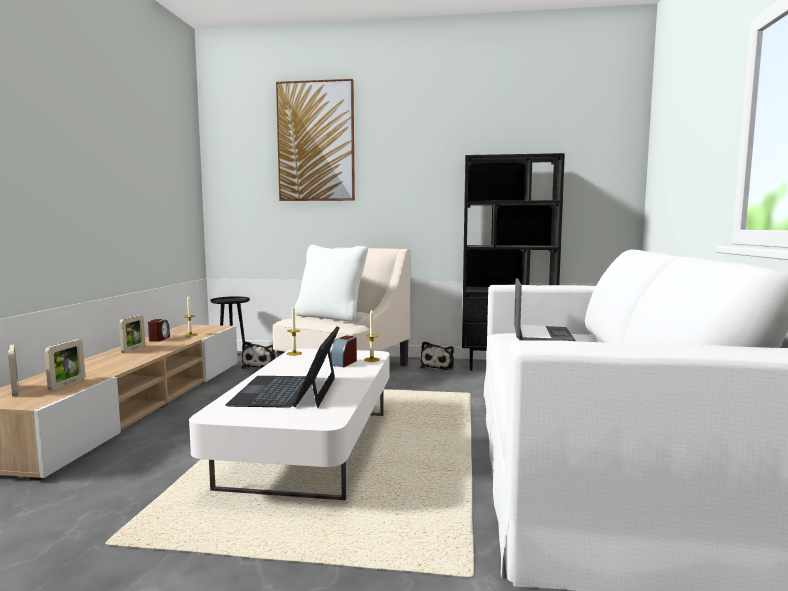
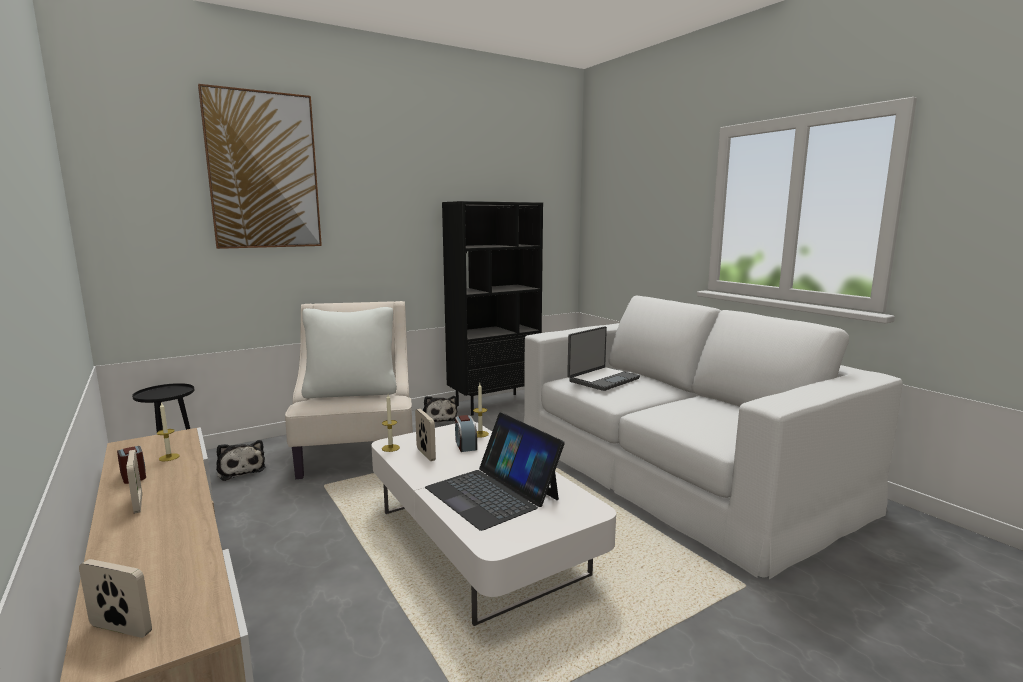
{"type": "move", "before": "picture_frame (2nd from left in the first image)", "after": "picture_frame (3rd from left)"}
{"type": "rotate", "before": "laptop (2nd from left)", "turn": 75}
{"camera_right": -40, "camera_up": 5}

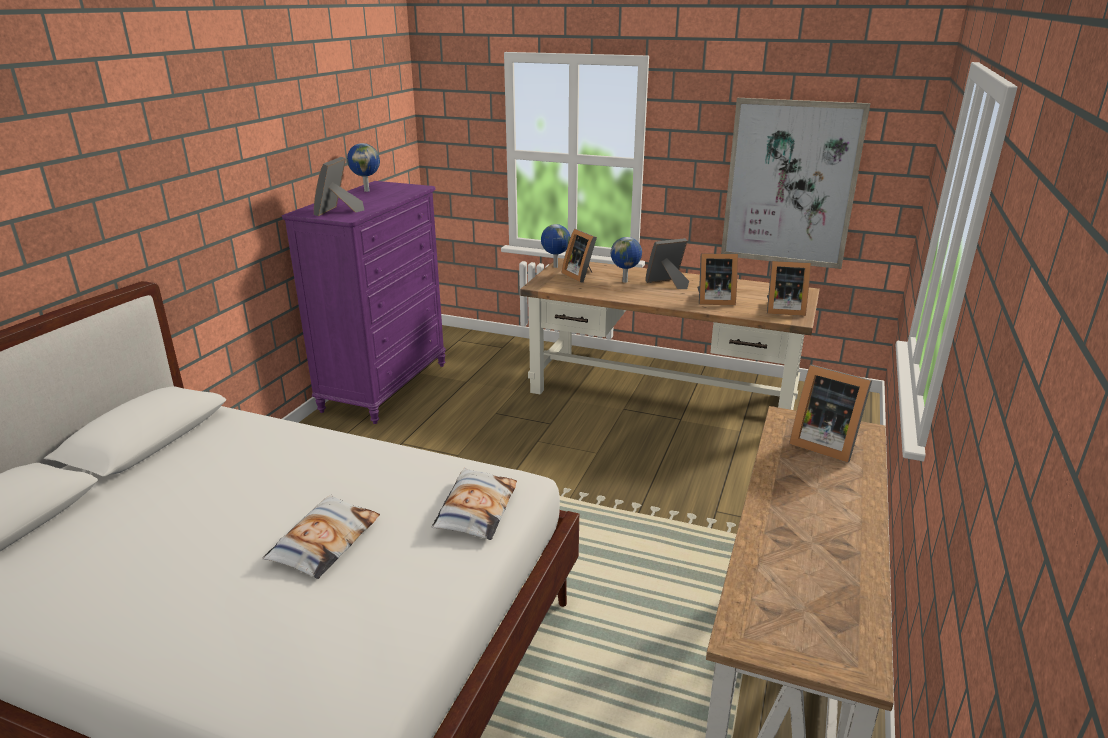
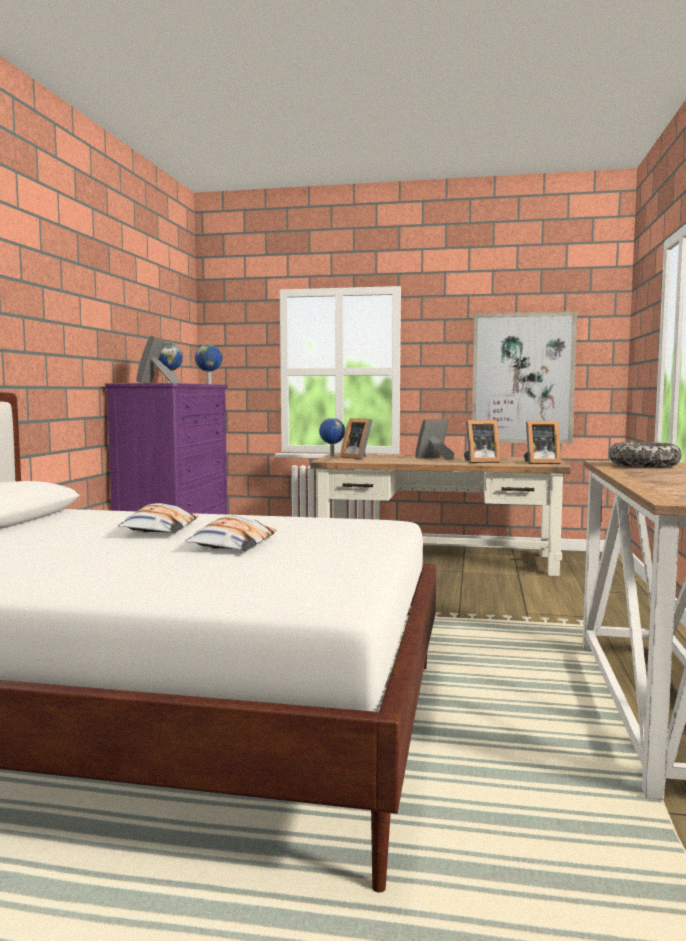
{"type": "move", "before": "pillow (2nd from left in the first image)", "after": "pillow (1st from left)"}
{"type": "move", "before": "globe (3rd from left in the first image)", "after": "globe (2nd from left)"}
{"type": "replace", "before": "picture_frame (6th from left)", "after": "bowl"}
{"camera_right": -10, "camera_up": -20}

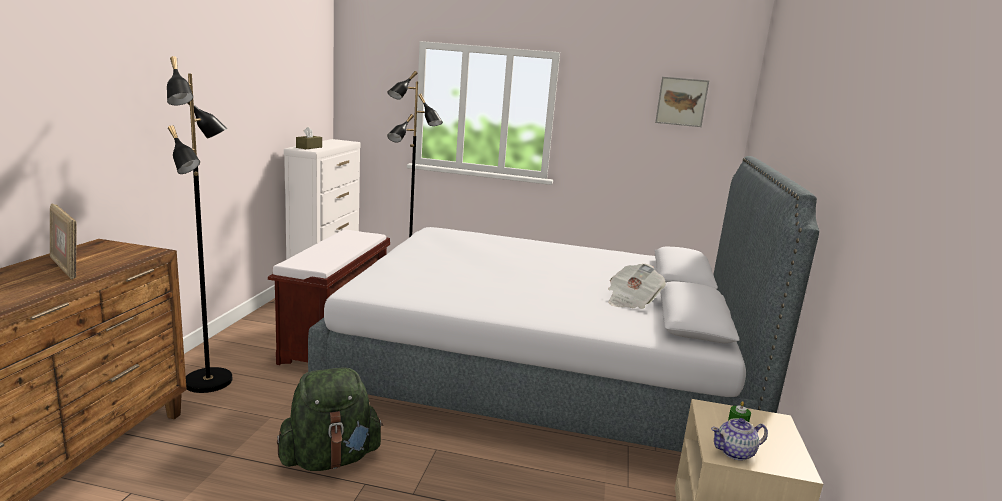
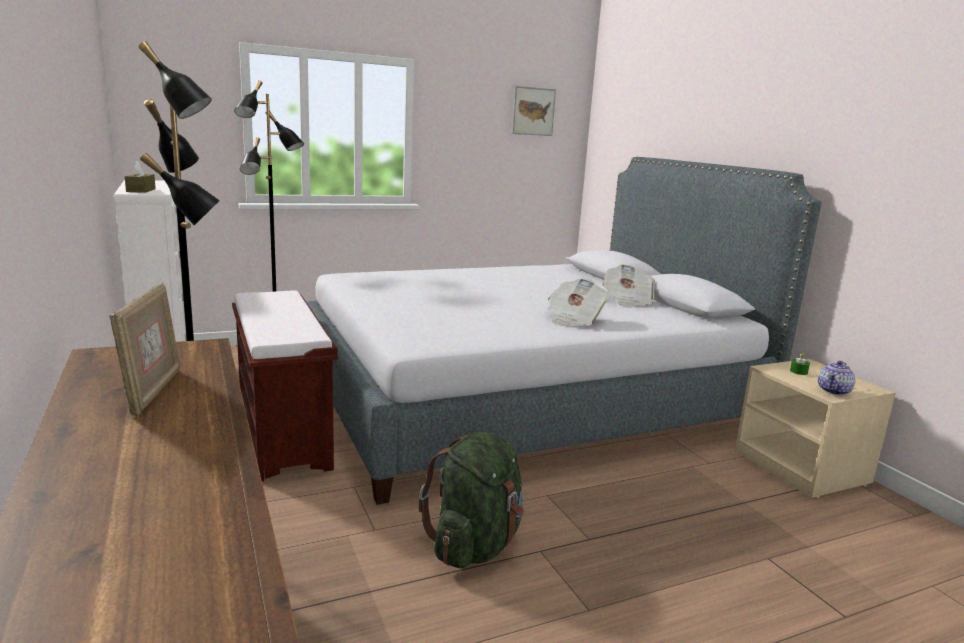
{"type": "insert", "after": "newspaper (1st from left)"}
{"type": "rotate", "before": "picture_frame", "turn": -105}
{"camera_right": -35, "camera_up": 0}

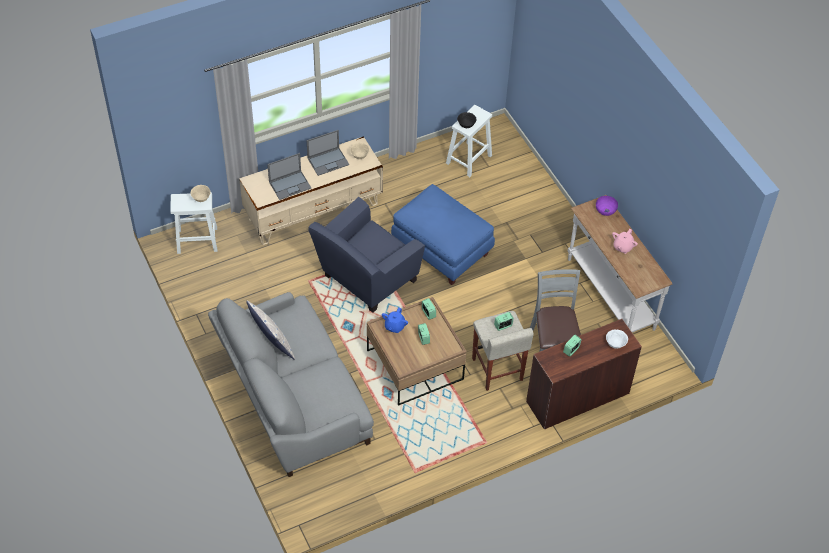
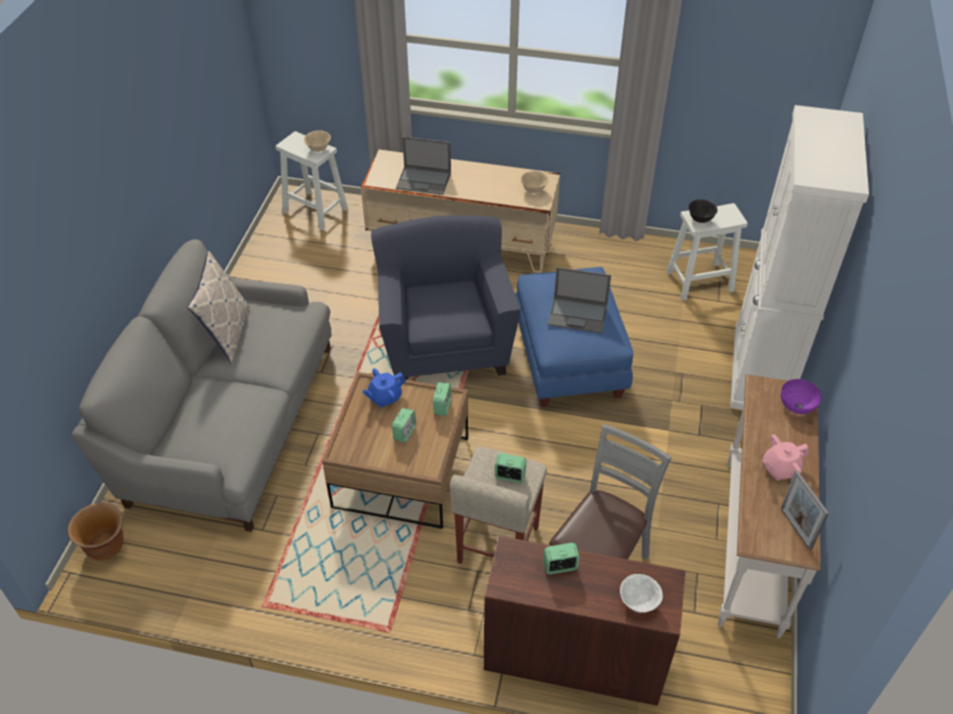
{"type": "insert", "after": "brown_planter"}
{"type": "insert", "after": "white_cabinet"}
{"type": "insert", "after": "picture_frame"}
{"type": "move", "before": "laptop (2nd from left)"}
{"type": "rotate", "before": "blue_armchair", "turn": 90}
{"camera_right": 40, "camera_up": -5}

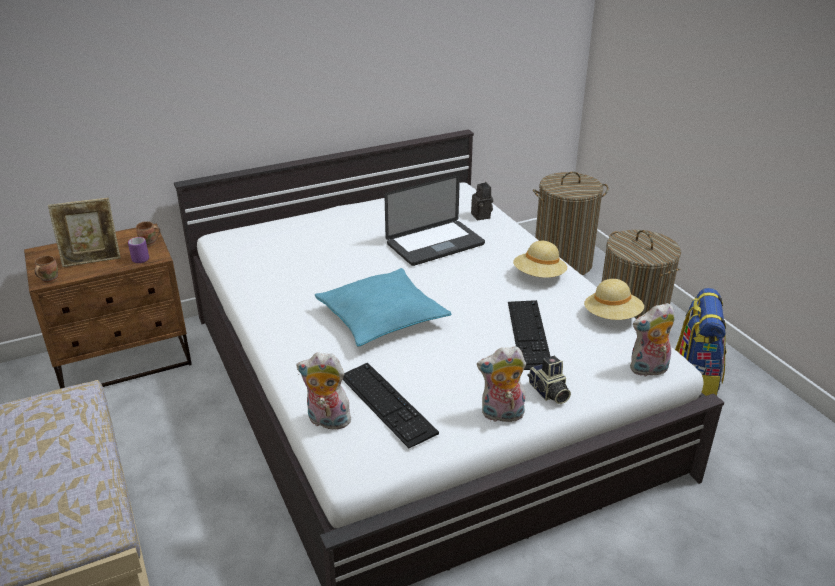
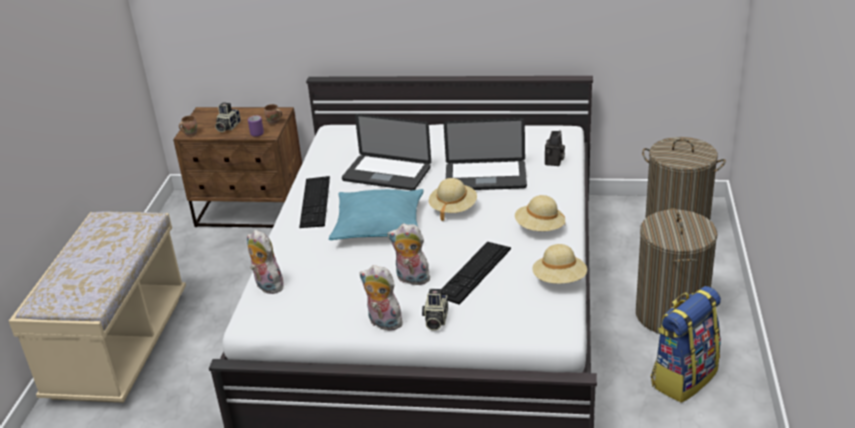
{"type": "insert", "after": "laptop (1st from left)"}
{"type": "insert", "after": "beige_hat (1st from left)"}
{"type": "move", "before": "keyboard (1st from left)"}
{"type": "move", "before": "plush_toy (3rd from left)"}
{"type": "replace", "before": "picture_frame", "after": "photo_camera (1st from left)"}
{"camera_right": 35, "camera_up": 0}

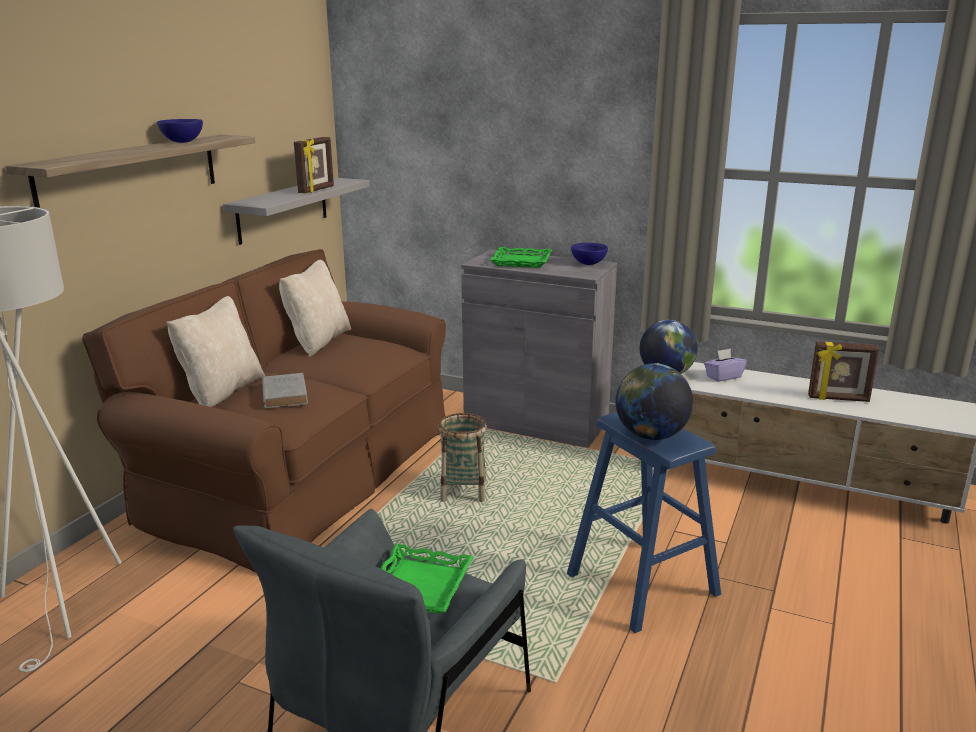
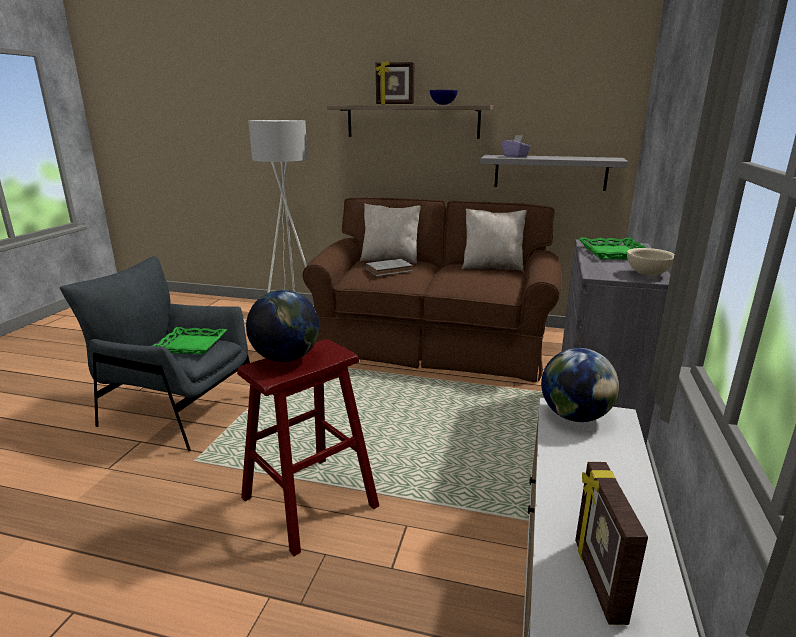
{"type": "delete", "before": "basket"}
{"type": "move", "before": "picture_frame (1st from left)"}
{"type": "move", "before": "purple_tissue_box"}
{"type": "recolor", "before": "blue_stool", "after": "red_stool"}
{"type": "recolor", "before": "blue_bowl (2nd from left)", "after": "beige_bowl"}
{"camera_right": 80, "camera_up": 0}

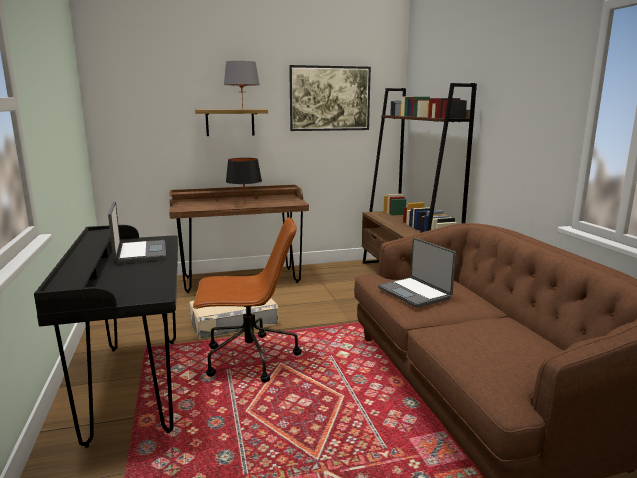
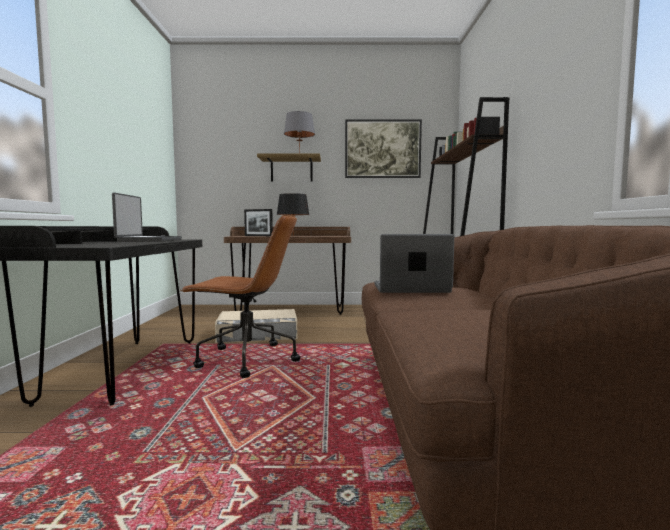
{"type": "insert", "after": "picture_frame"}
{"type": "rotate", "before": "laptop (2nd from left)", "turn": 105}
{"camera_right": 15, "camera_up": -10}

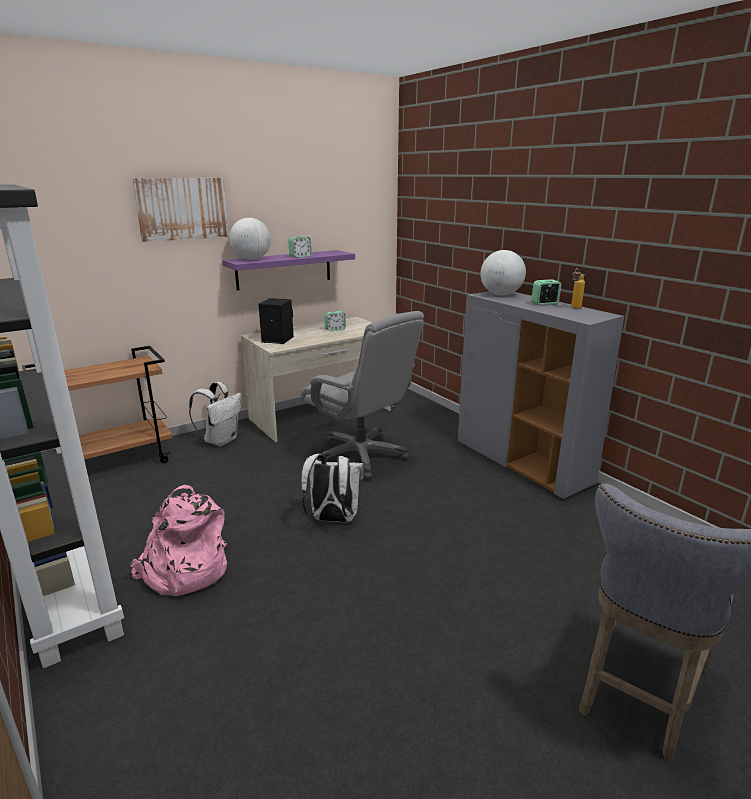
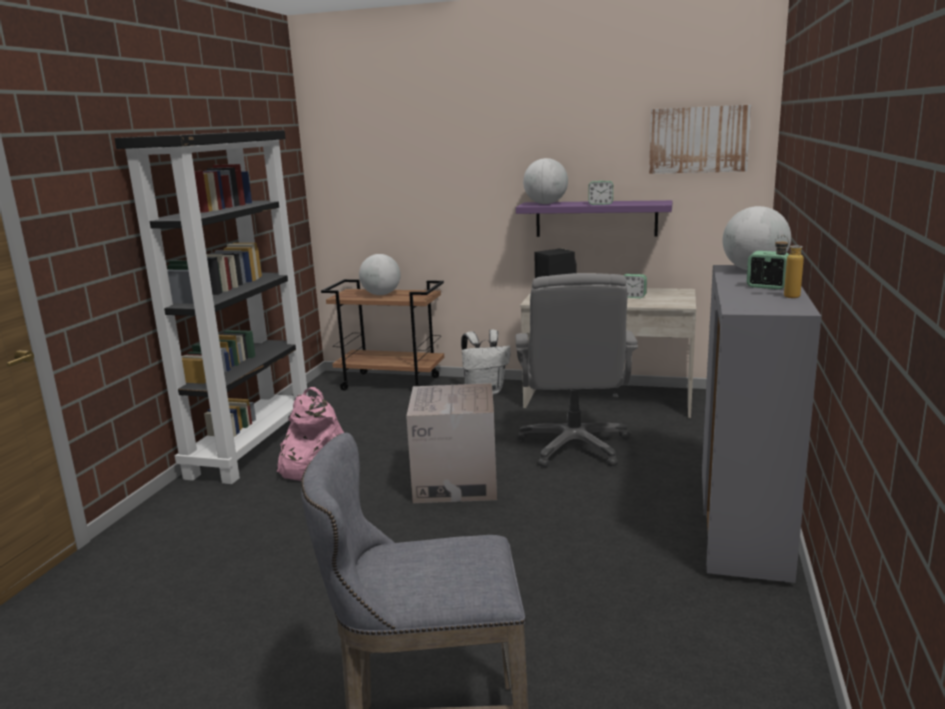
{"type": "insert", "after": "globe (1st from left)"}
{"type": "move", "before": "picture"}
{"type": "replace", "before": "white_backpack (2nd from left)", "after": "cardboard_box"}
{"camera_right": 50, "camera_up": -5}

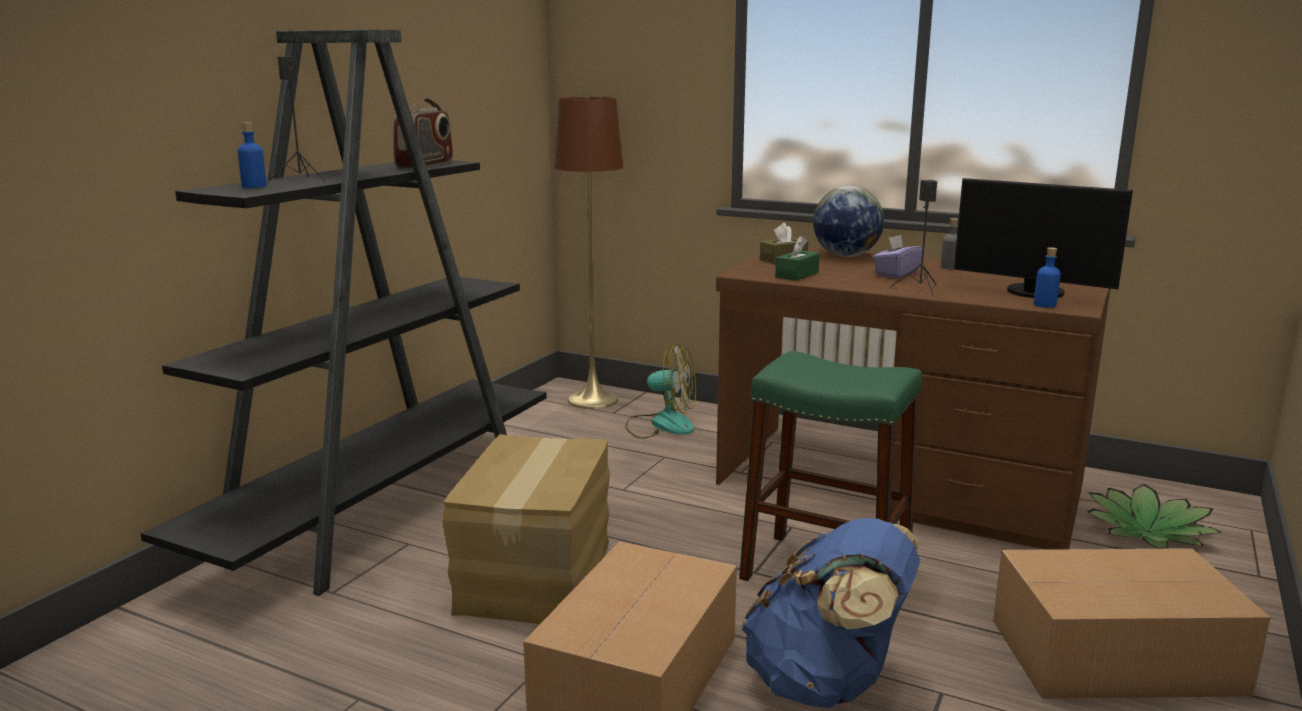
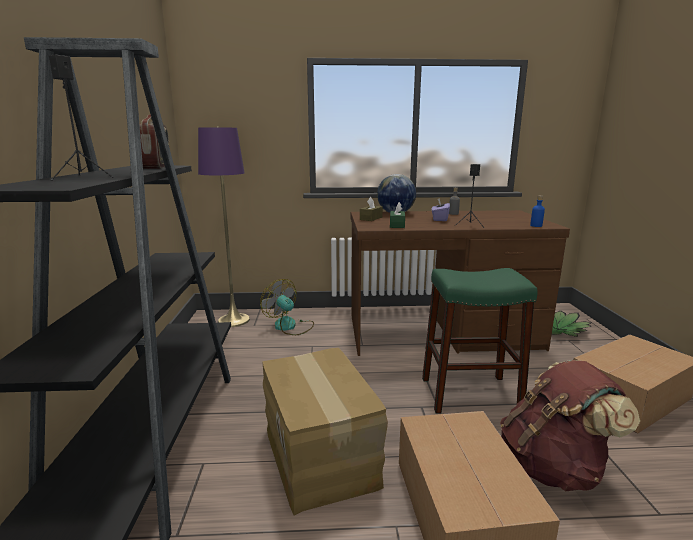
{"type": "delete", "before": "blue_bottle (1st from left)"}
{"type": "delete", "before": "monitor"}
{"type": "recolor", "before": "brown_floor_lamp", "after": "purple_floor_lamp"}
{"type": "recolor", "before": "blue_backpack", "after": "brown_backpack"}
{"type": "rotate", "before": "fan", "turn": -120}
{"camera_right": -30, "camera_up": 0}

